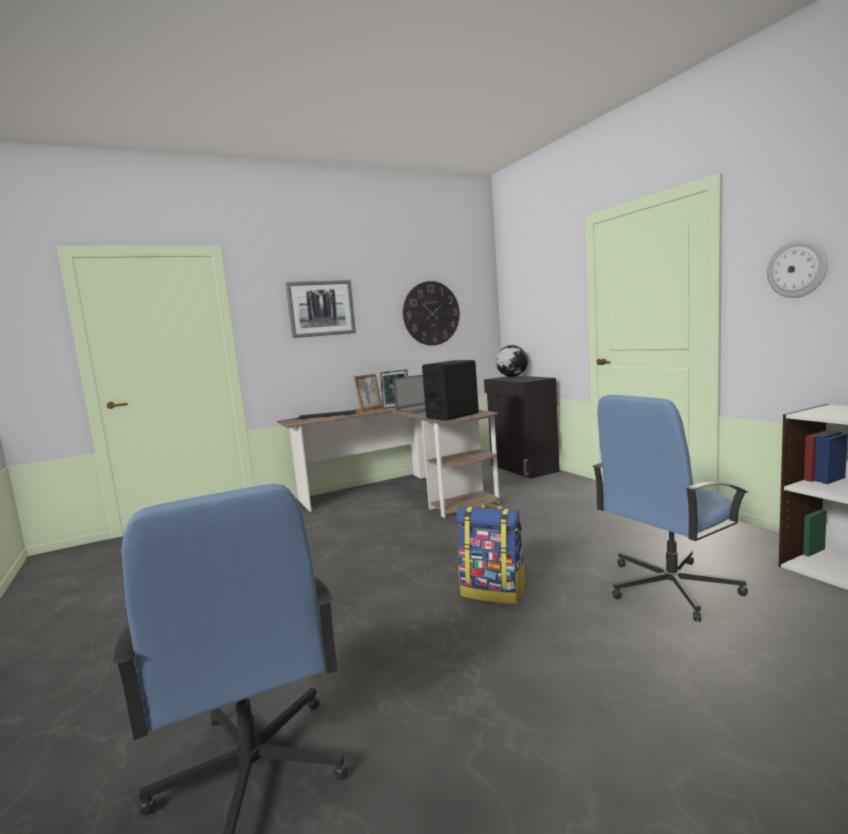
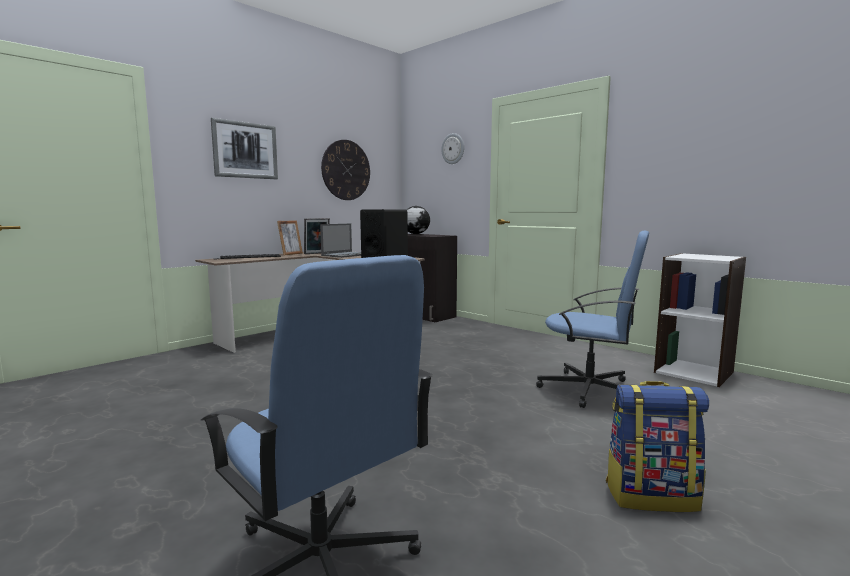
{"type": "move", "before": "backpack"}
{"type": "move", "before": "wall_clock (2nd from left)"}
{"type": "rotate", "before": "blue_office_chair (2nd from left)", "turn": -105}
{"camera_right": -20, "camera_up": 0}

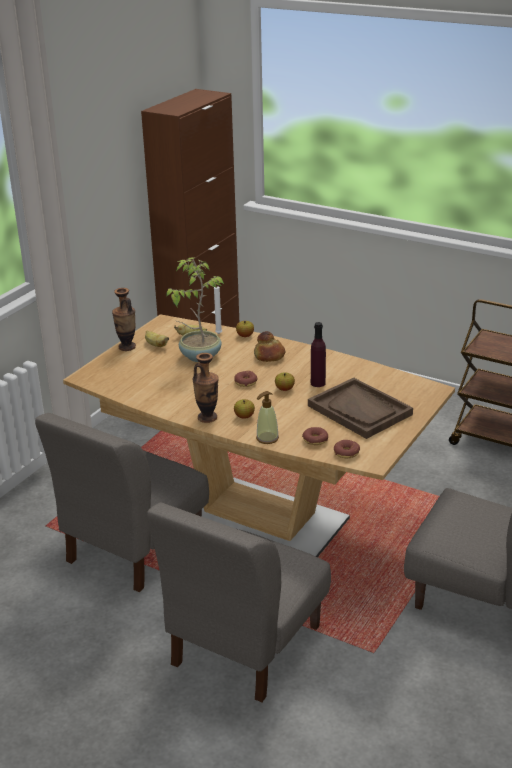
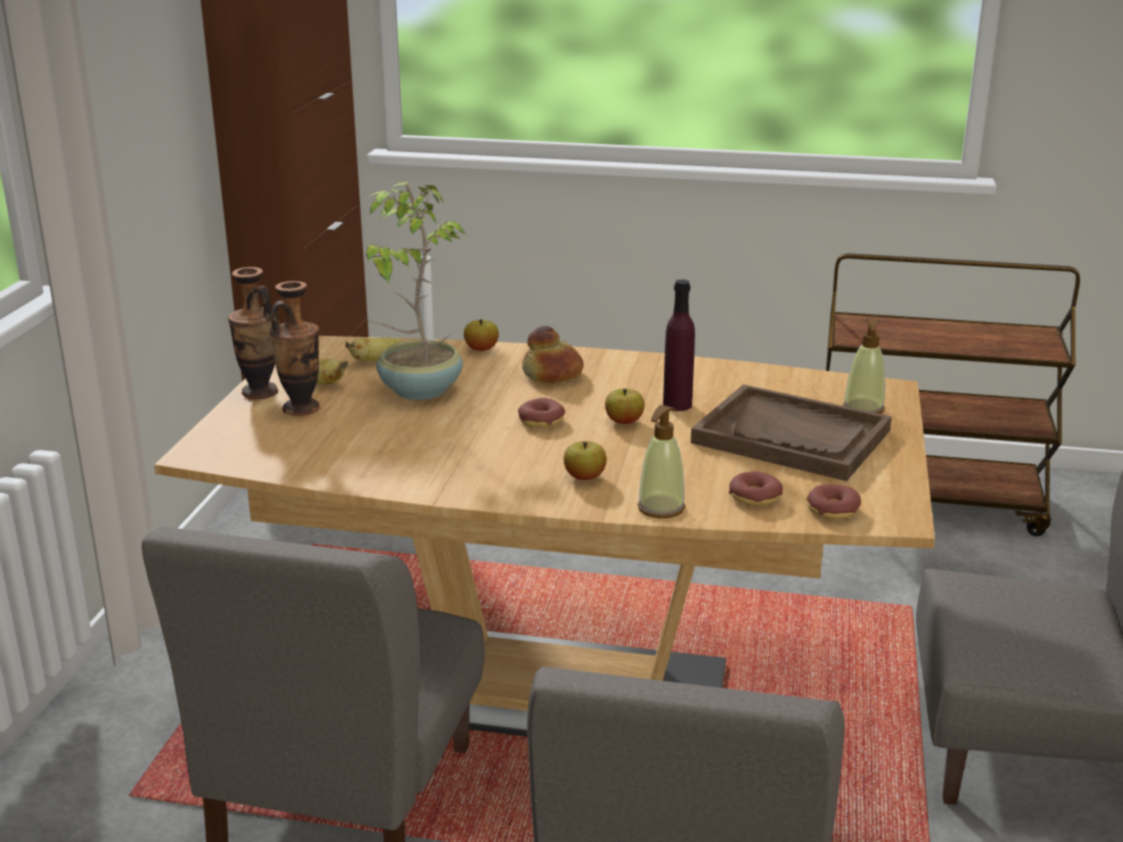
{"type": "insert", "after": "soap_dispenser (2nd from left)"}
{"type": "move", "before": "vase (2nd from left)"}
{"camera_right": -20, "camera_up": -5}

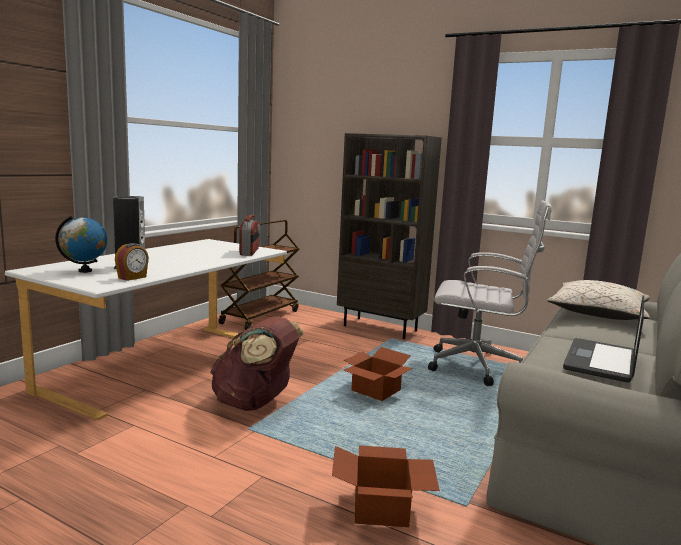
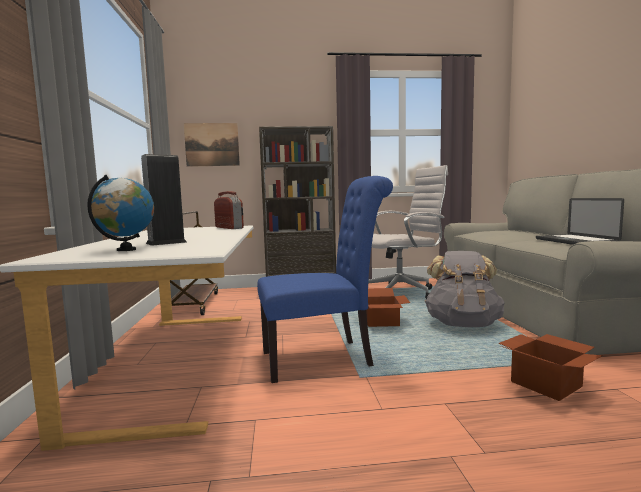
{"type": "delete", "before": "alarm_clock"}
{"type": "delete", "before": "beige_pillow"}
{"type": "insert", "after": "picture"}
{"type": "insert", "after": "grey_backpack"}
{"type": "replace", "before": "brown_backpack", "after": "blue_chair"}
{"camera_right": -35, "camera_up": -5}

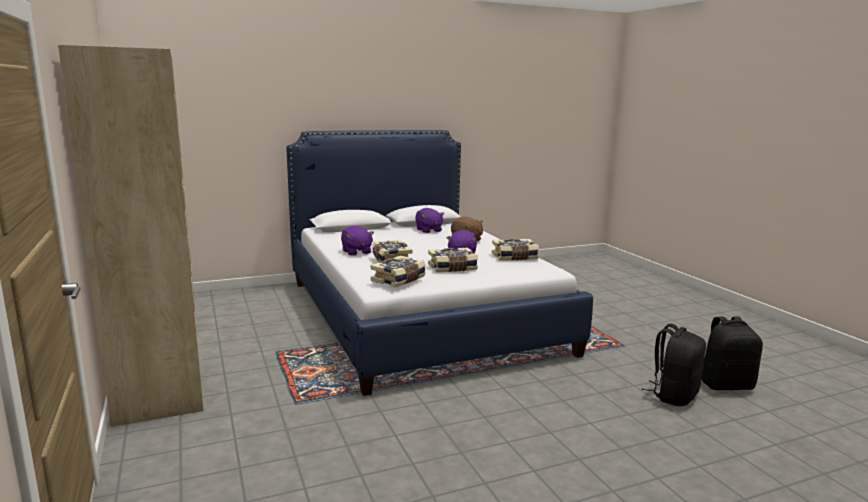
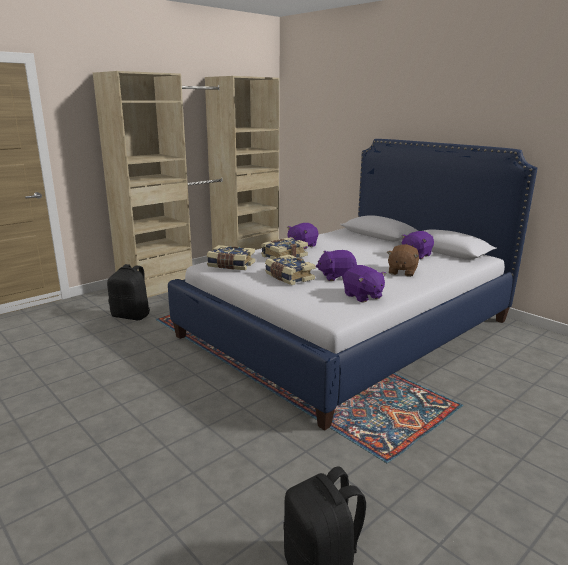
{"type": "move", "before": "black_backpack (1st from left)"}
{"type": "replace", "before": "book (4th from left)", "after": "purple_plush_toy (3rd from left)"}
{"camera_right": 70, "camera_up": 5}

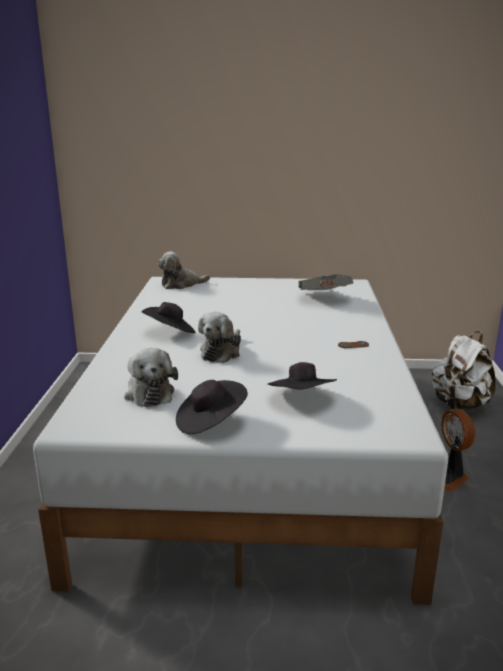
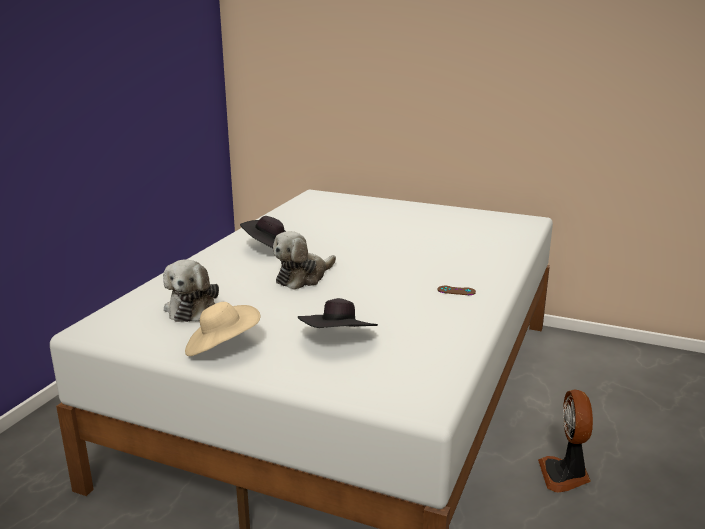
{"type": "delete", "before": "plush_toy (2nd from left)"}
{"type": "delete", "before": "newspaper"}
{"type": "delete", "before": "white_backpack"}
{"type": "recolor", "before": "black_hat (2nd from left)", "after": "beige_hat"}
{"camera_right": 20, "camera_up": 0}

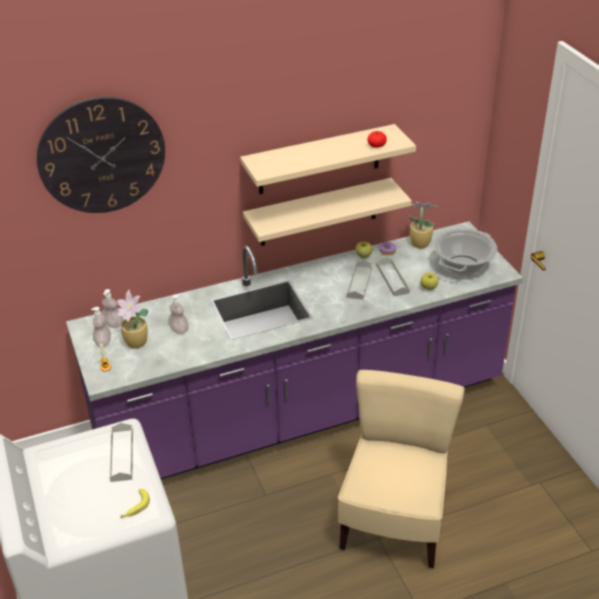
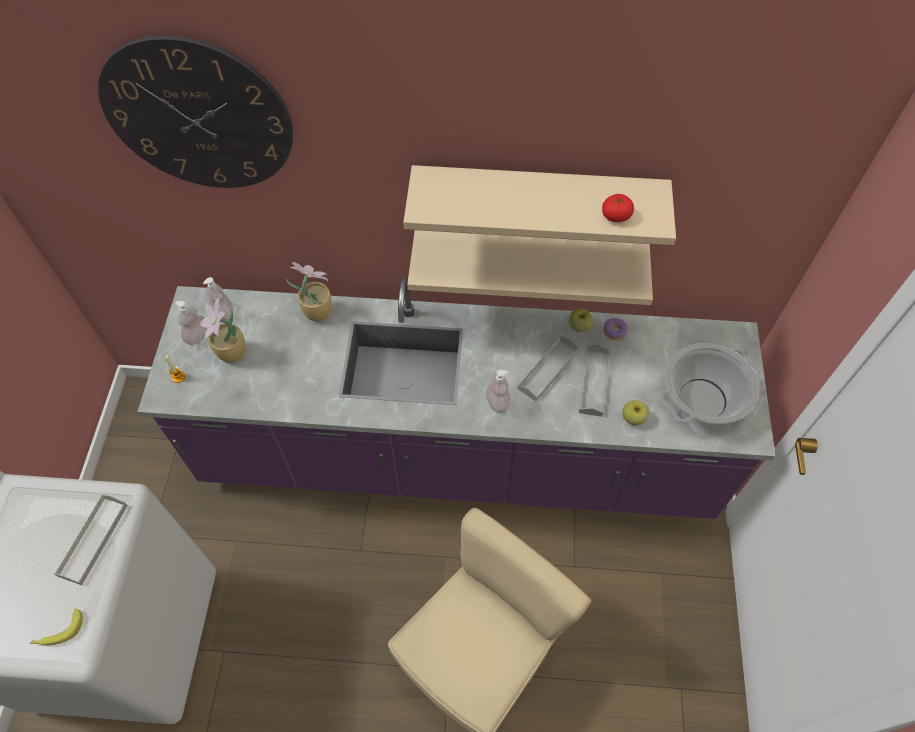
{"type": "move", "before": "soap_dispenser (3rd from left)"}
{"type": "move", "before": "potted_plant (2nd from left)"}
{"camera_right": 25, "camera_up": 20}

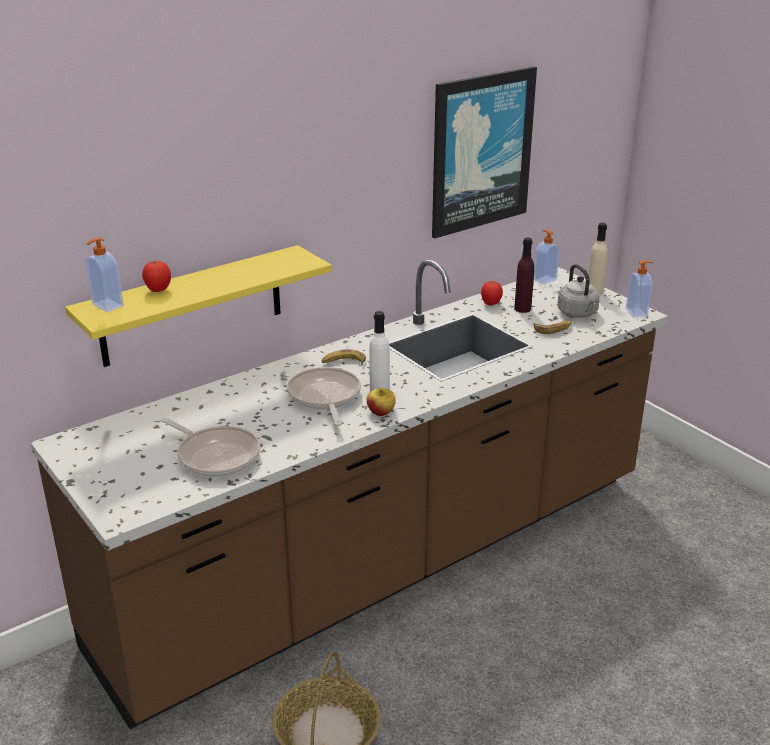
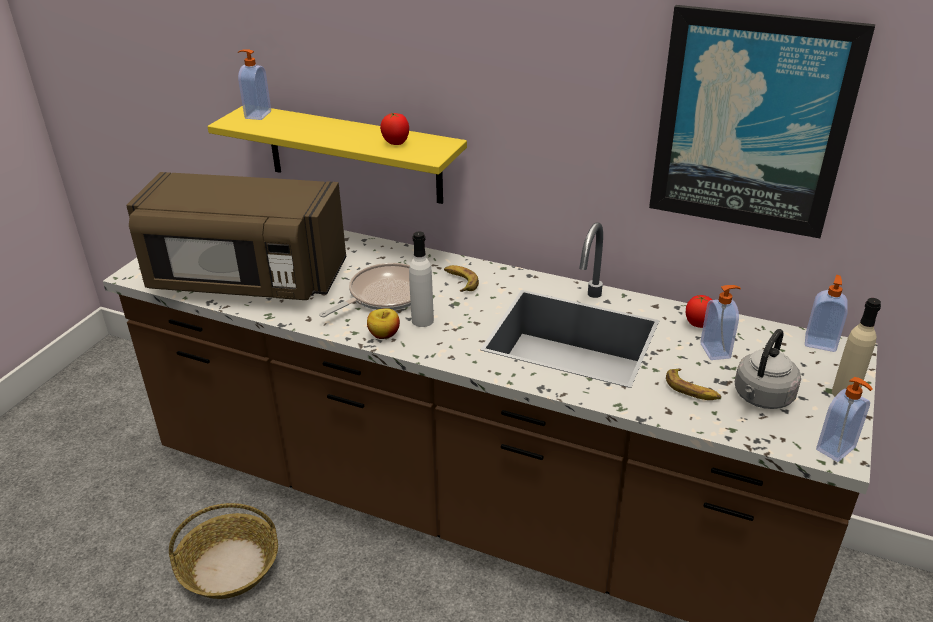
{"type": "move", "before": "tomato (1st from left)"}
{"type": "replace", "before": "frying_pan (1st from left)", "after": "brown_microwave"}
{"type": "replace", "before": "purple_bottle", "after": "soap_dispenser (2nd from left)"}
{"camera_right": 60, "camera_up": 5}

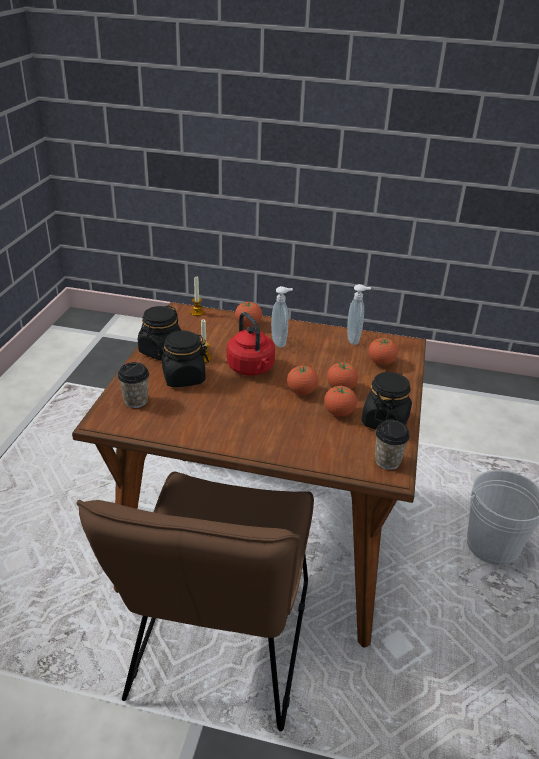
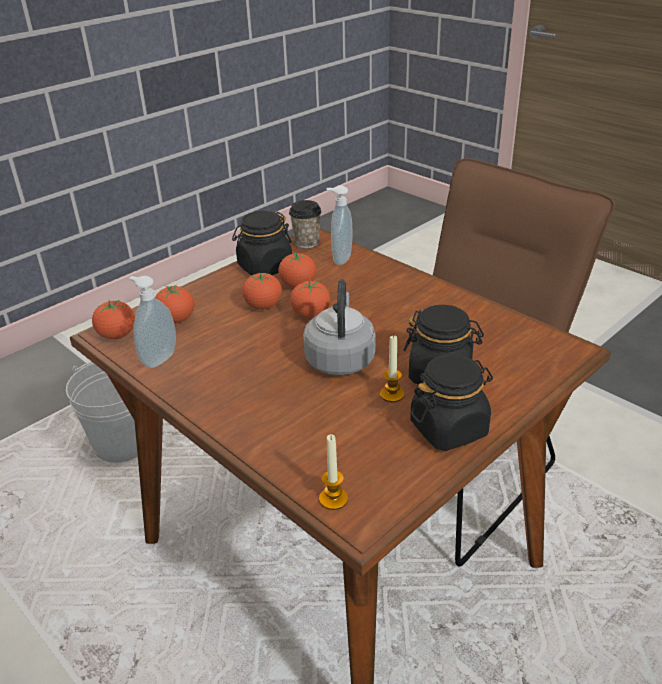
{"type": "delete", "before": "cup (1st from left)"}
{"type": "move", "before": "tomato (1st from left)"}
{"type": "move", "before": "soap_dispenser (1st from left in the first image)", "after": "soap_dispenser (2nd from left)"}
{"type": "recolor", "before": "red_kettle", "after": "grey_kettle"}
{"camera_right": -145, "camera_up": 0}

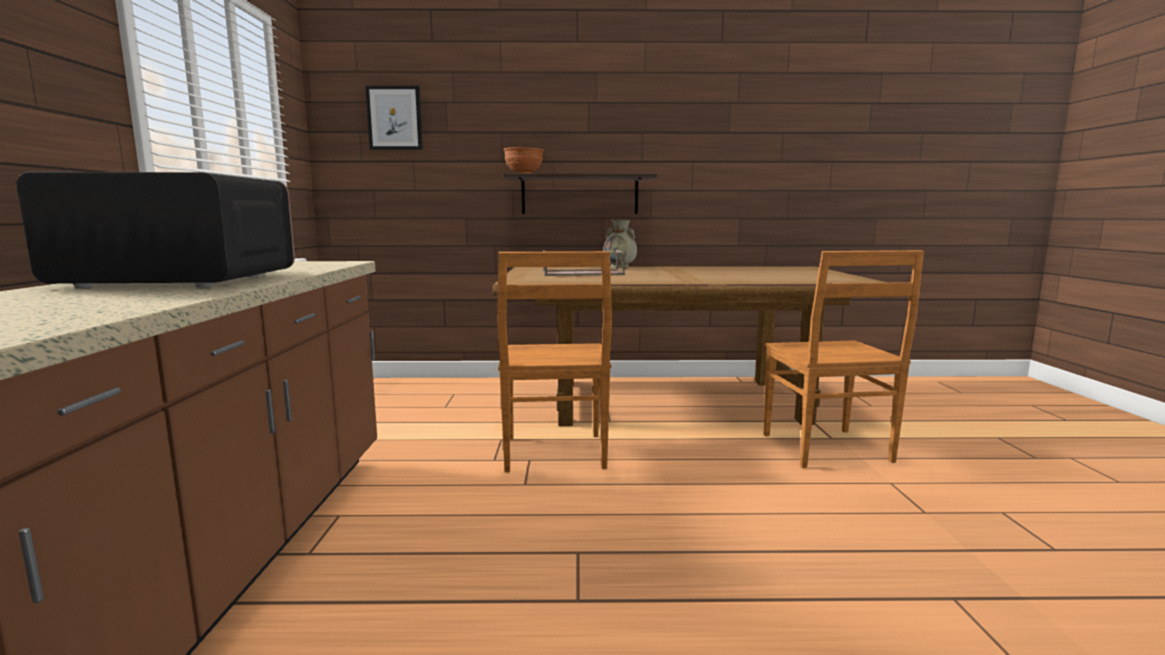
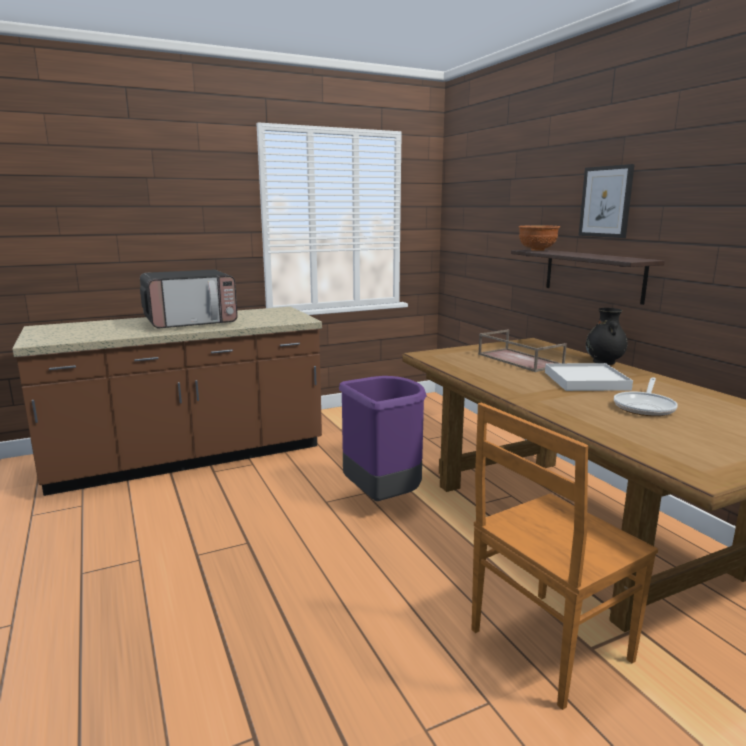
{"type": "insert", "after": "white_tray"}
{"type": "insert", "after": "frying_pan"}
{"type": "move", "before": "picture"}
{"type": "replace", "before": "brown_chair (1st from left)", "after": "purple_trash_can"}
{"type": "recolor", "before": "beige_vase", "after": "black_vase"}
{"type": "rotate", "before": "microwave", "turn": 90}
{"camera_right": 65, "camera_up": 5}

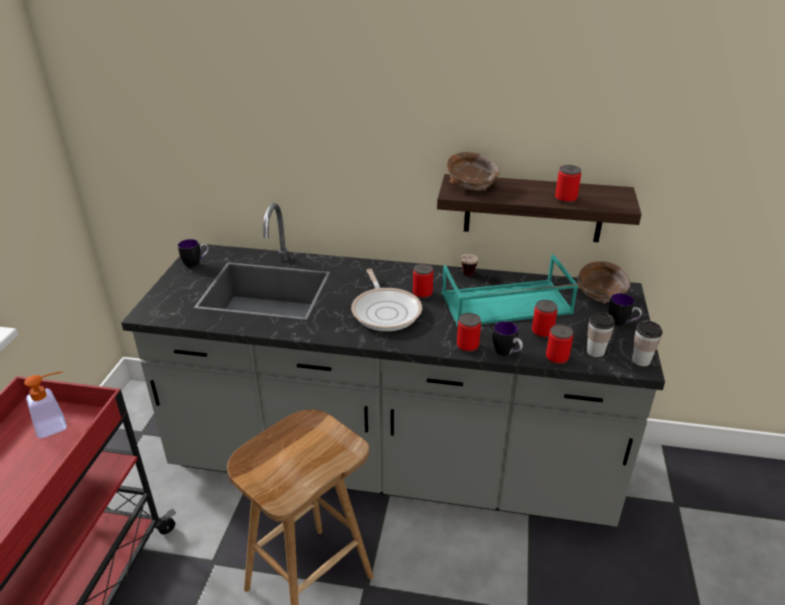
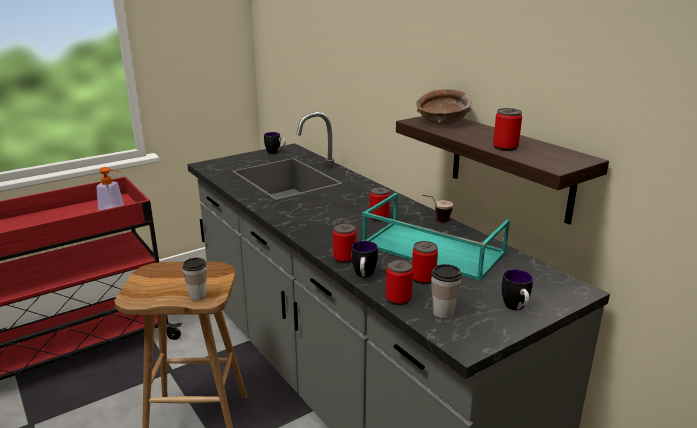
{"type": "delete", "before": "frying_pan"}
{"type": "delete", "before": "brown_bowl (2nd from left)"}
{"type": "move", "before": "cup (3rd from left in the first image)", "after": "cup (1st from left)"}
{"camera_right": 45, "camera_up": -10}

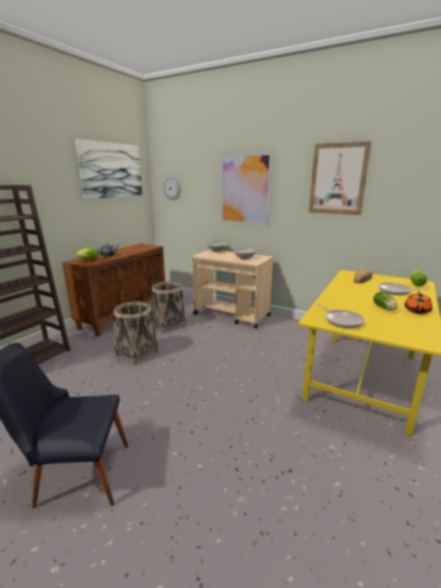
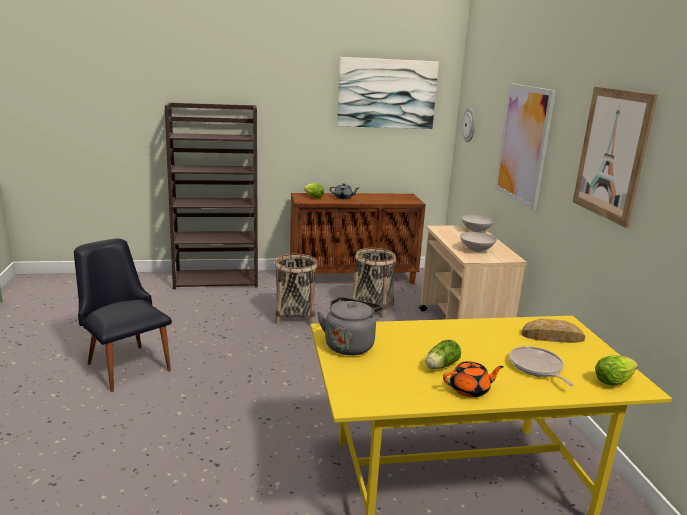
{"type": "replace", "before": "frying_pan (1st from left)", "after": "grey_kettle"}
{"camera_right": 50, "camera_up": 0}

